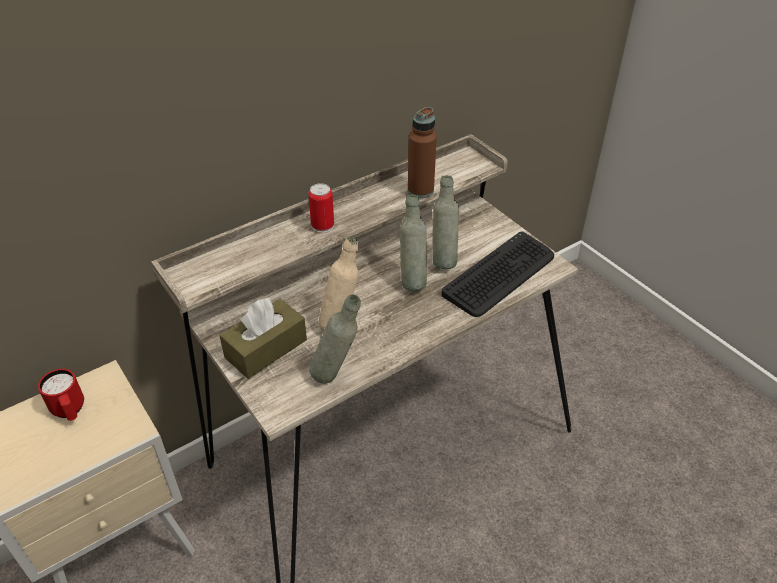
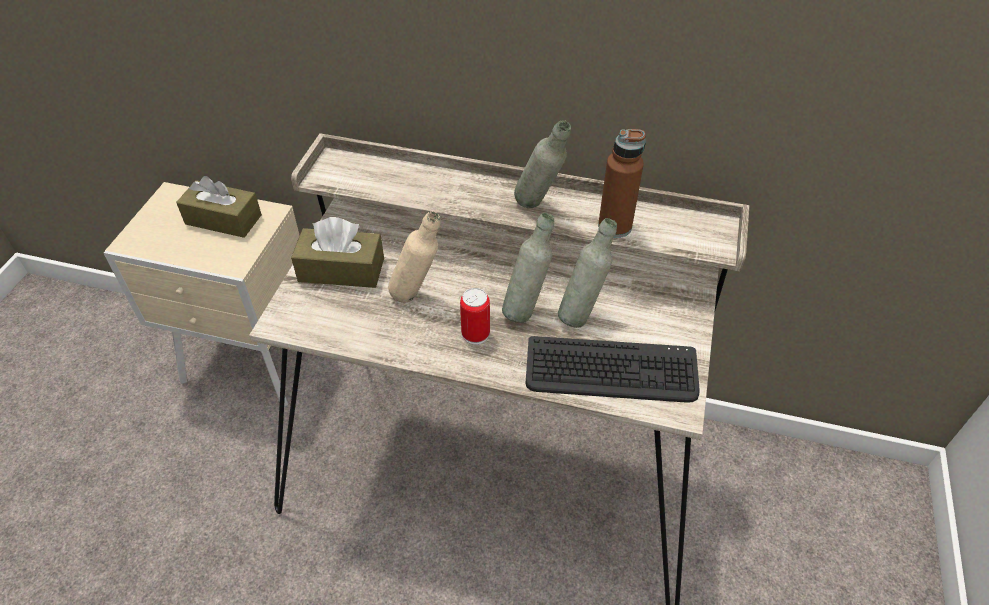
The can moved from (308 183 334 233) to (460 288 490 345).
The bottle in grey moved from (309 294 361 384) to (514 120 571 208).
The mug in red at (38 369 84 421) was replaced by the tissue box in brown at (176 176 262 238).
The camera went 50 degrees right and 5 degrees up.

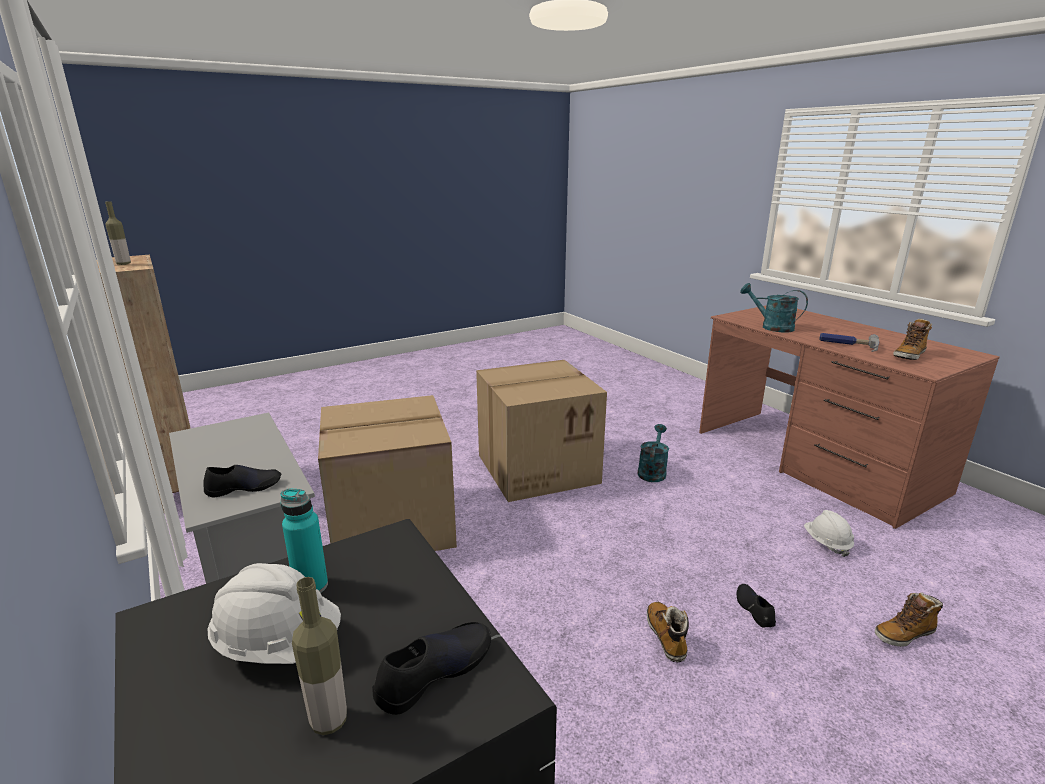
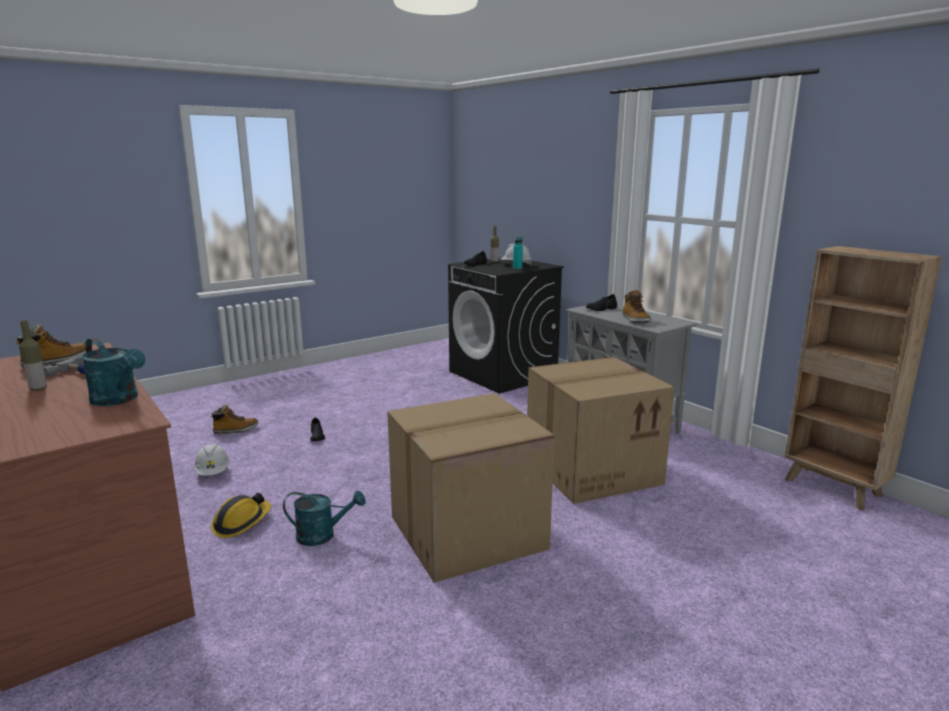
The bottle moved from (105 201 131 265) to (19 320 47 391).
The watering can in turquoise at (637 424 669 482) turned 105 degrees counterclockwise.
The boot moved from (647 602 689 663) to (622 290 651 323).
The hard hat at (211 493 271 538) appeared.
The camera went 175 degrees right and 5 degrees down.

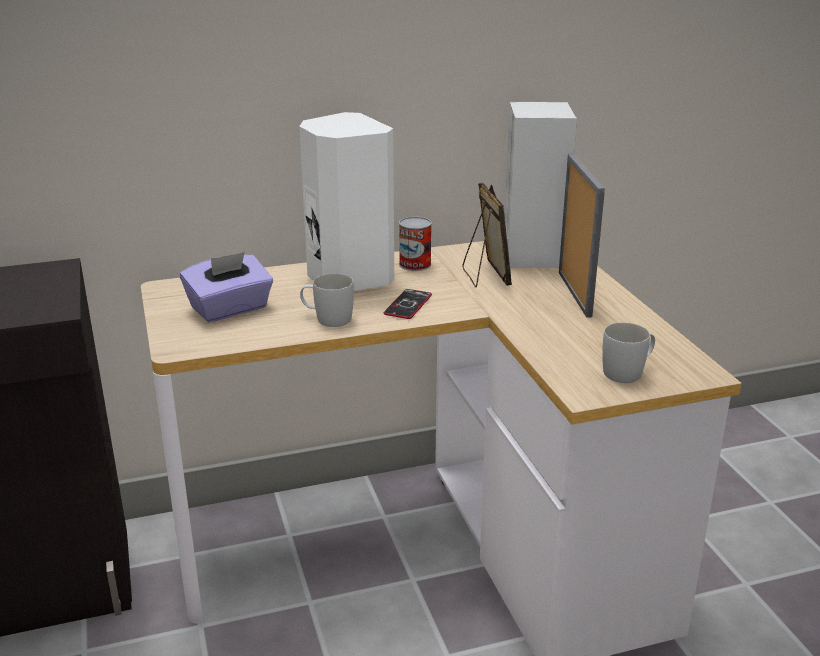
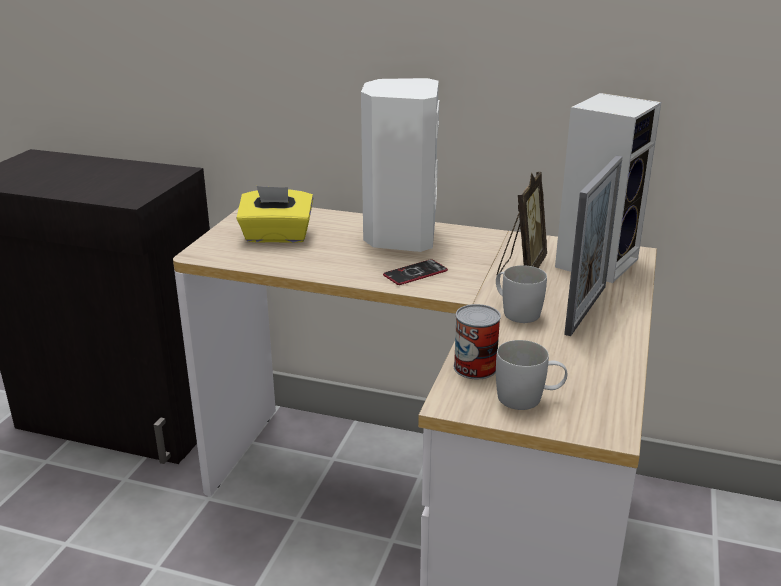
The can moved from (399 217 432 271) to (454 304 501 380).
The tissue box in purple at (180 252 273 322) became the tissue box in yellow at (236 186 313 243).
The mug in white moved from (300 273 354 327) to (496 265 547 323).
The camera went 35 degrees right and 0 degrees up.

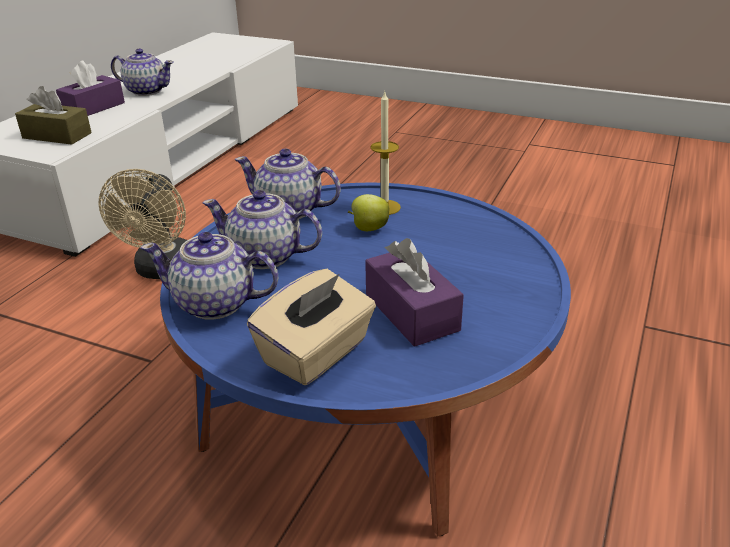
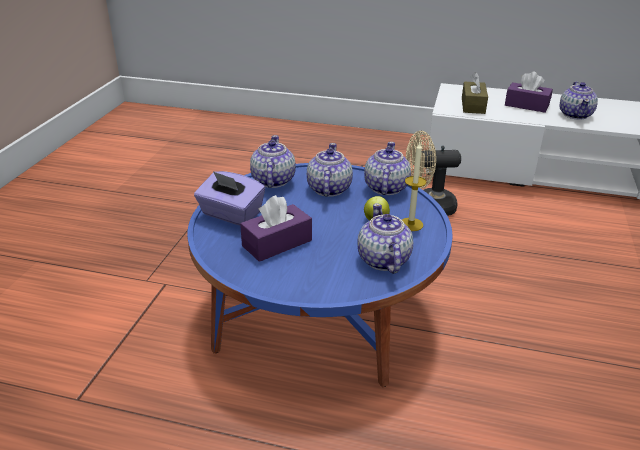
The tissue box in beige at (247 269 376 385) became the tissue box in purple at (194 171 265 225).
The teapot at (358 203 413 274) appeared.
The camera went 80 degrees right and 0 degrees up.

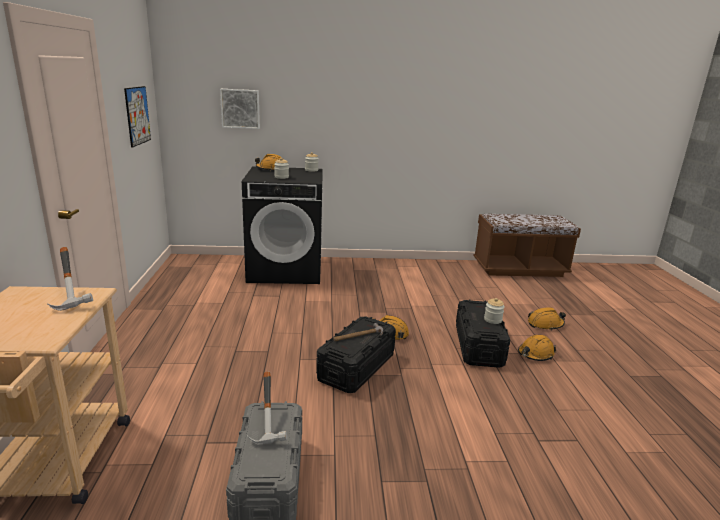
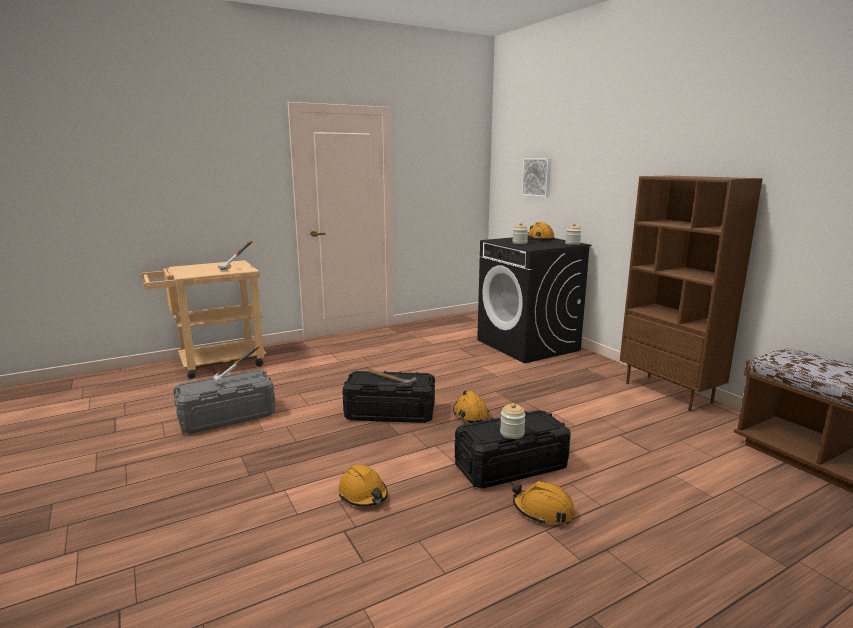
The picture at (124 86 151 148) disappeared.
The hard hat in orange moved from (528 308 566 331) to (338 465 388 507).
The bookcase in brown at (620 176 763 411) appeared.
The camera went 65 degrees right and 5 degrees down.

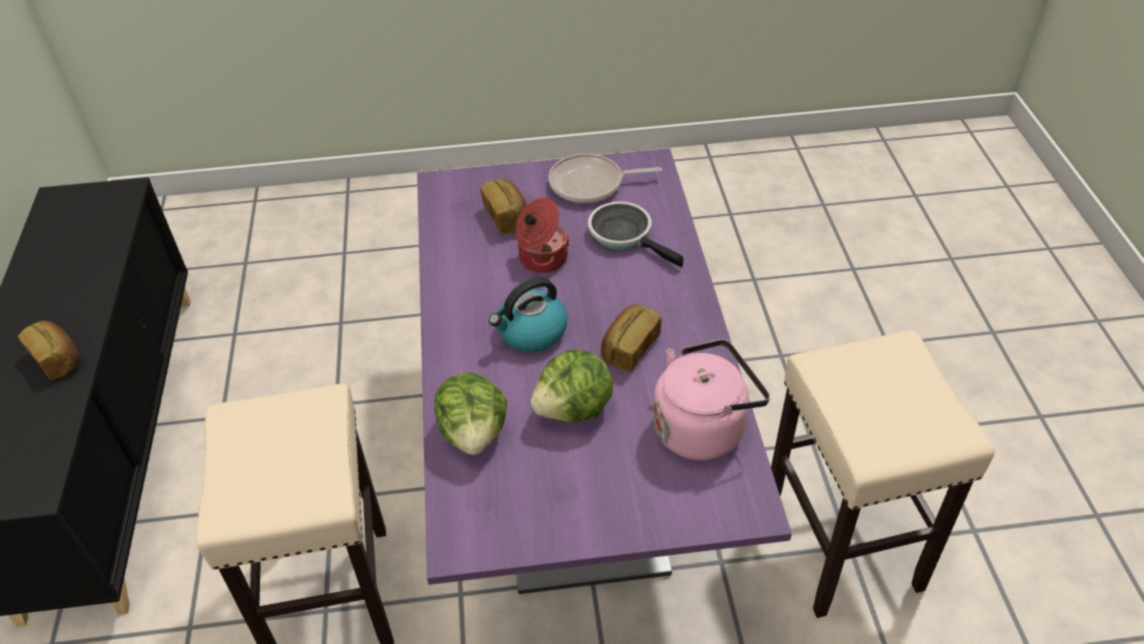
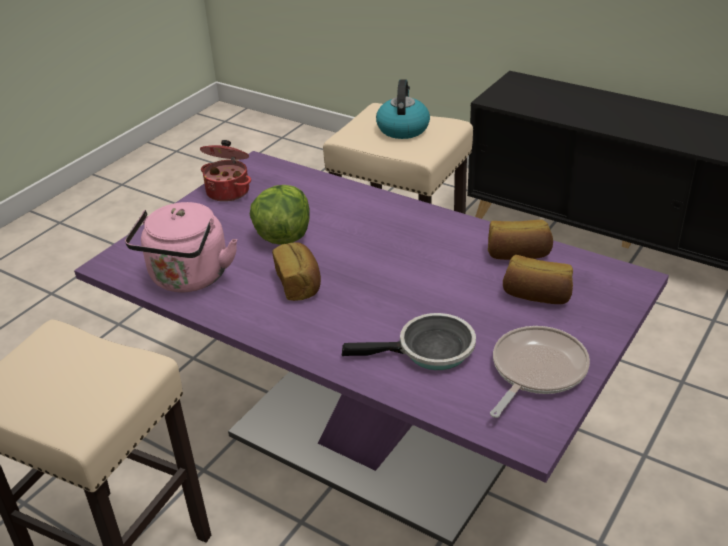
The cooking pot moved from (516 197 570 273) to (200 140 251 202).
The kettle moved from (489 277 568 352) to (376 79 430 139).
The bread moved from (18 321 79 380) to (488 220 553 260).
The lettuce at (434 373 507 455) disappeared.
The camera went 130 degrees right and 10 degrees down.

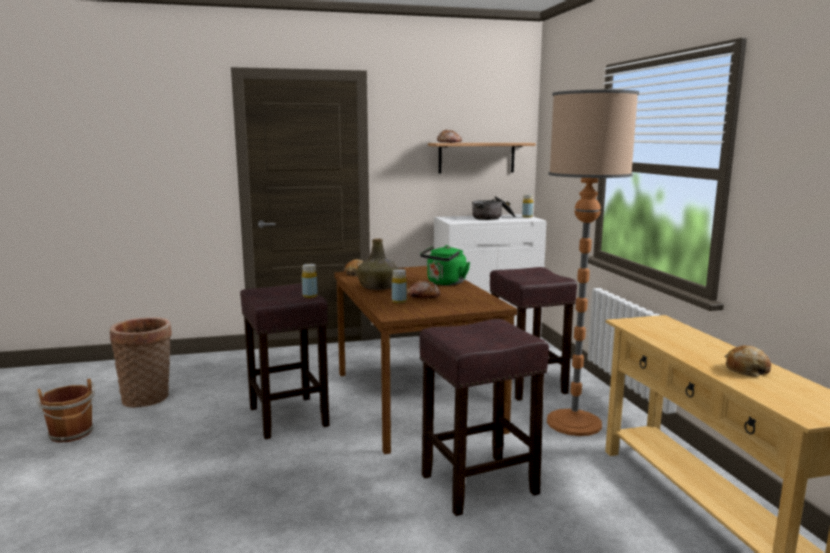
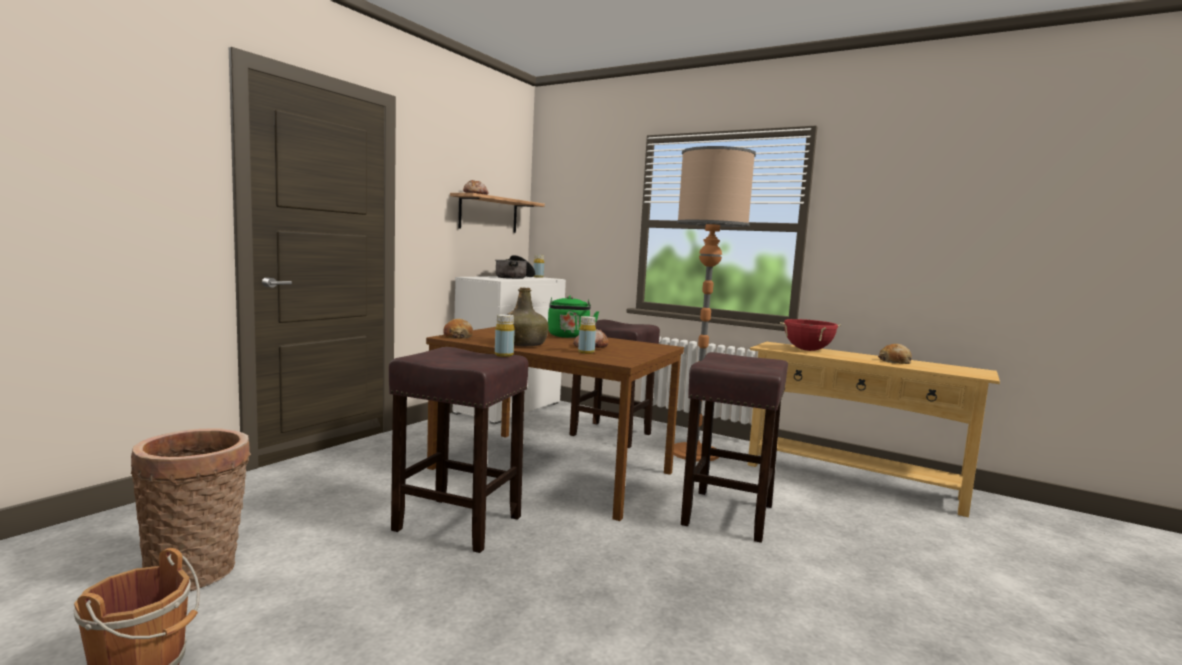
The cooking pot in red at (780 319 841 351) appeared.
The camera went 45 degrees left and 5 degrees down.

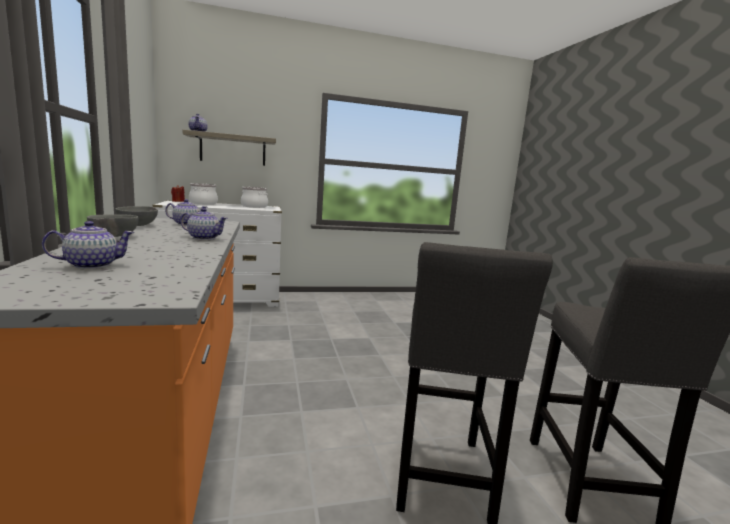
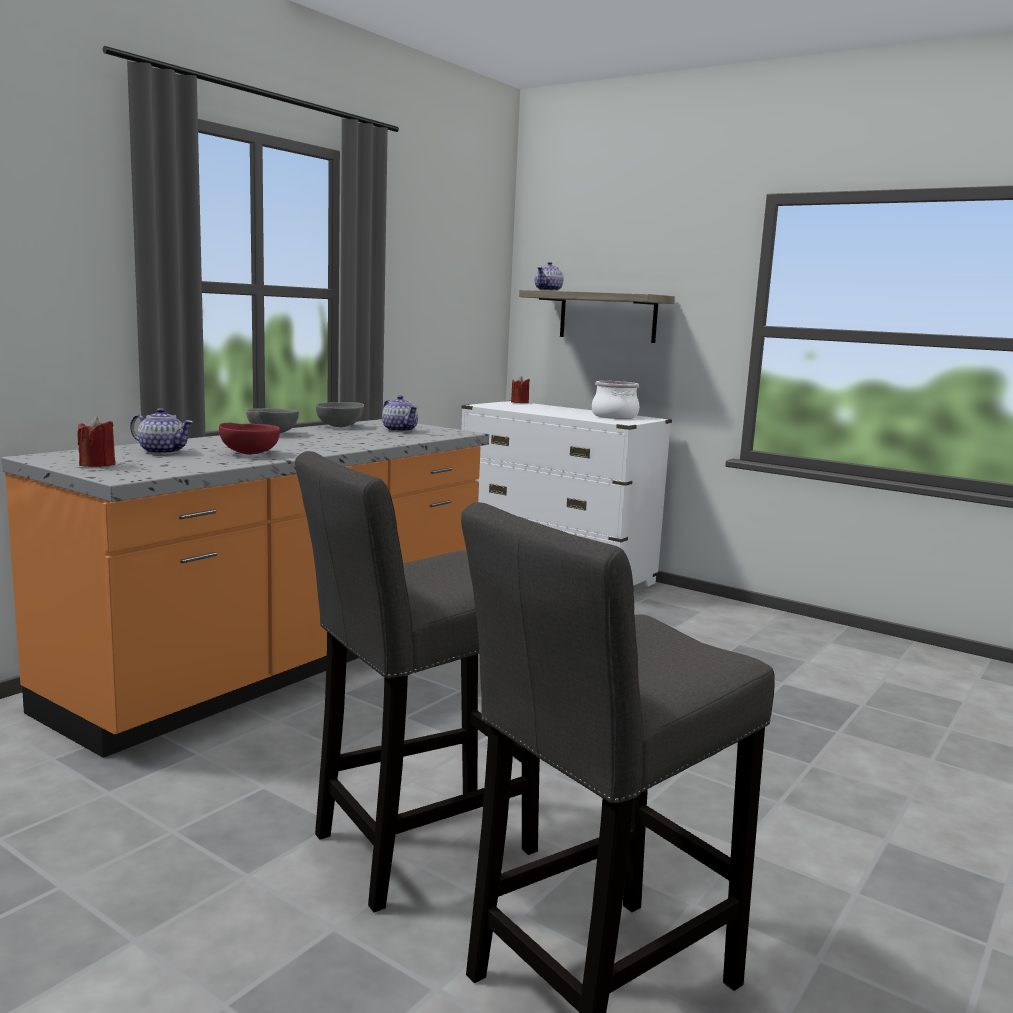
The cooking pot at (189 183 218 205) disappeared.
The teapot at (181 208 227 240) disappeared.
The candle in red at (77 417 115 467) appeared.
The bowl in red at (219 422 280 454) appeared.
The camera went 50 degrees right and 0 degrees up.

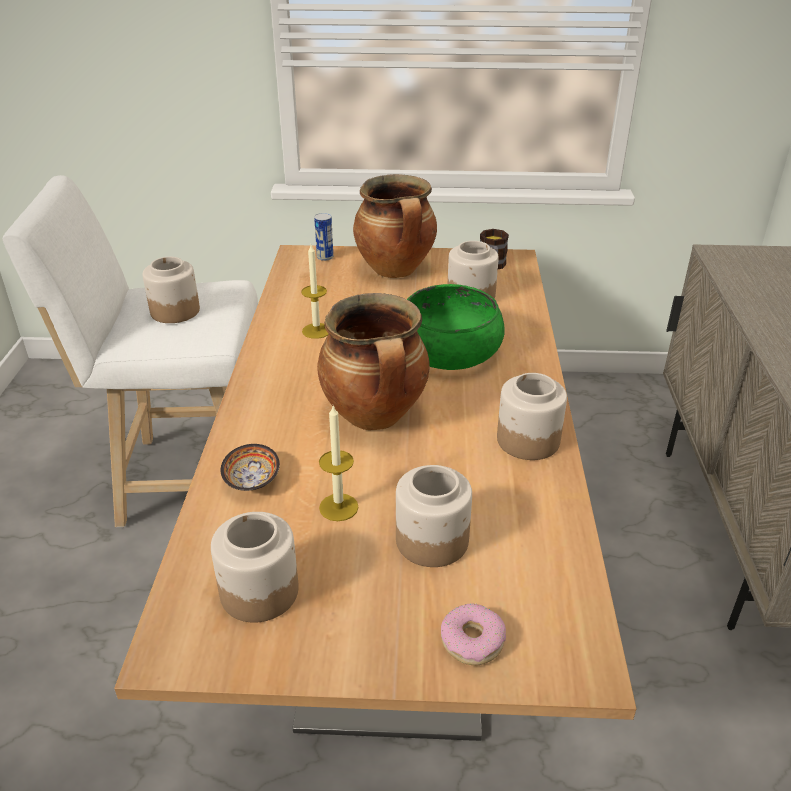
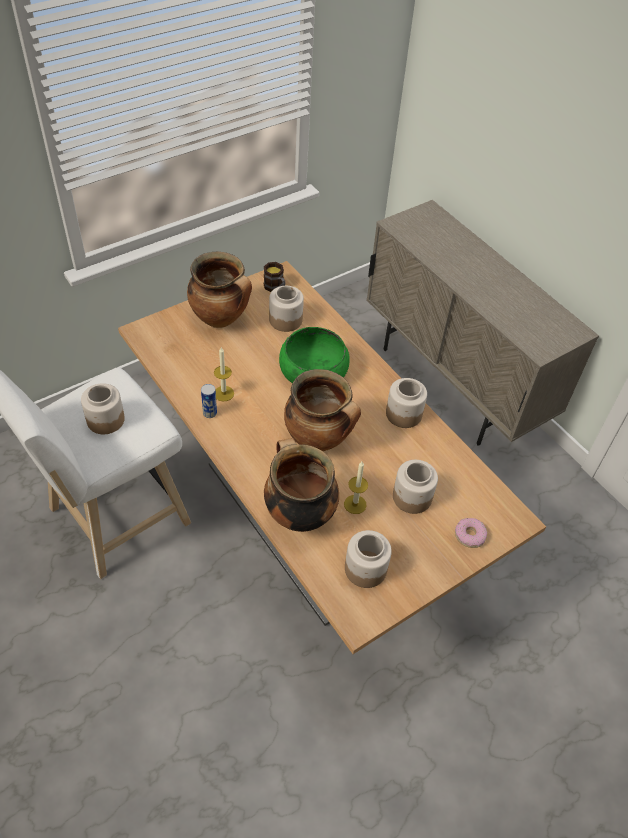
The can moved from (314 213 333 261) to (201 384 217 418).
The bowl at (220 444 280 491) was replaced by the cooking pot at (264 438 339 532).
The camera went 40 degrees left and 15 degrees up.

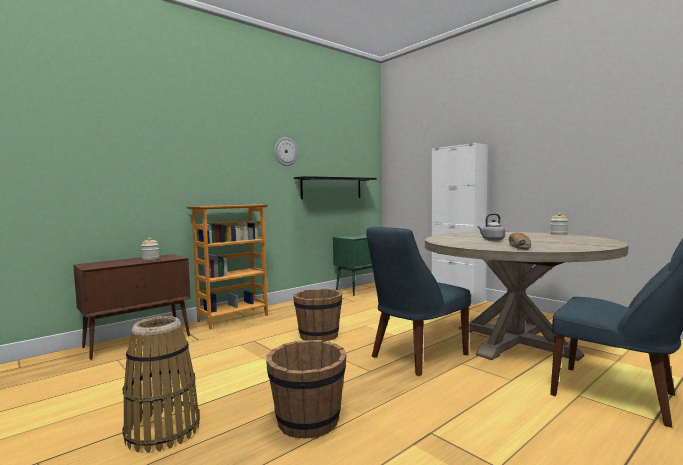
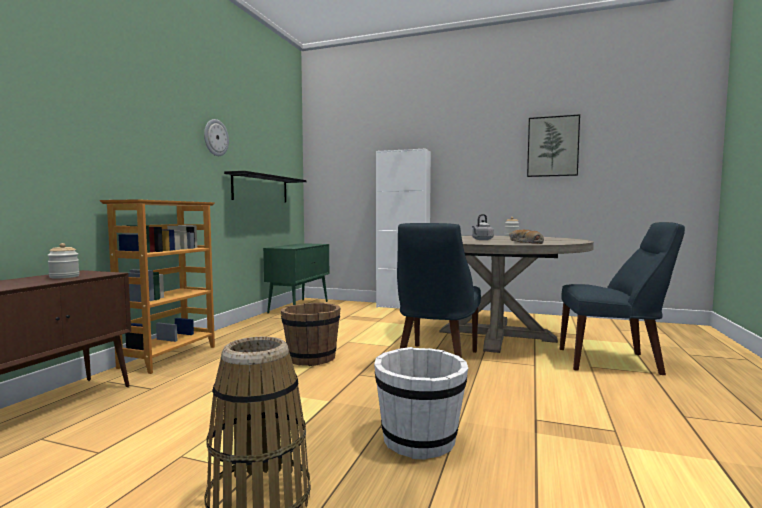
The bucket in brown at (266 340 347 439) became the bucket in white at (374 347 468 460).
The picture at (527 114 580 177) appeared.
The camera went 30 degrees left and 0 degrees up.

